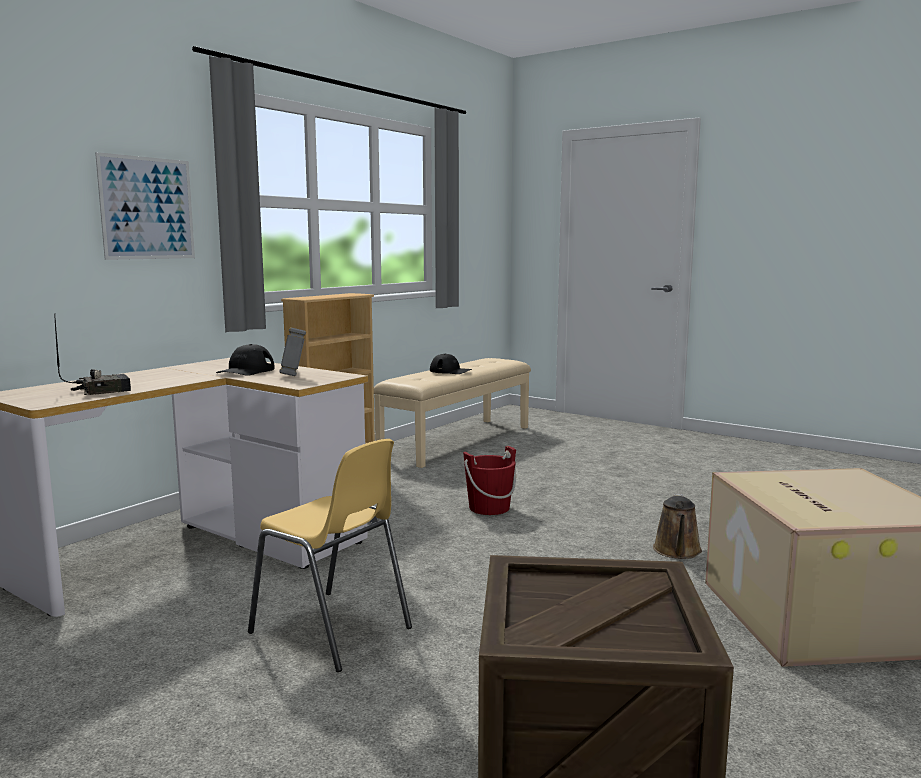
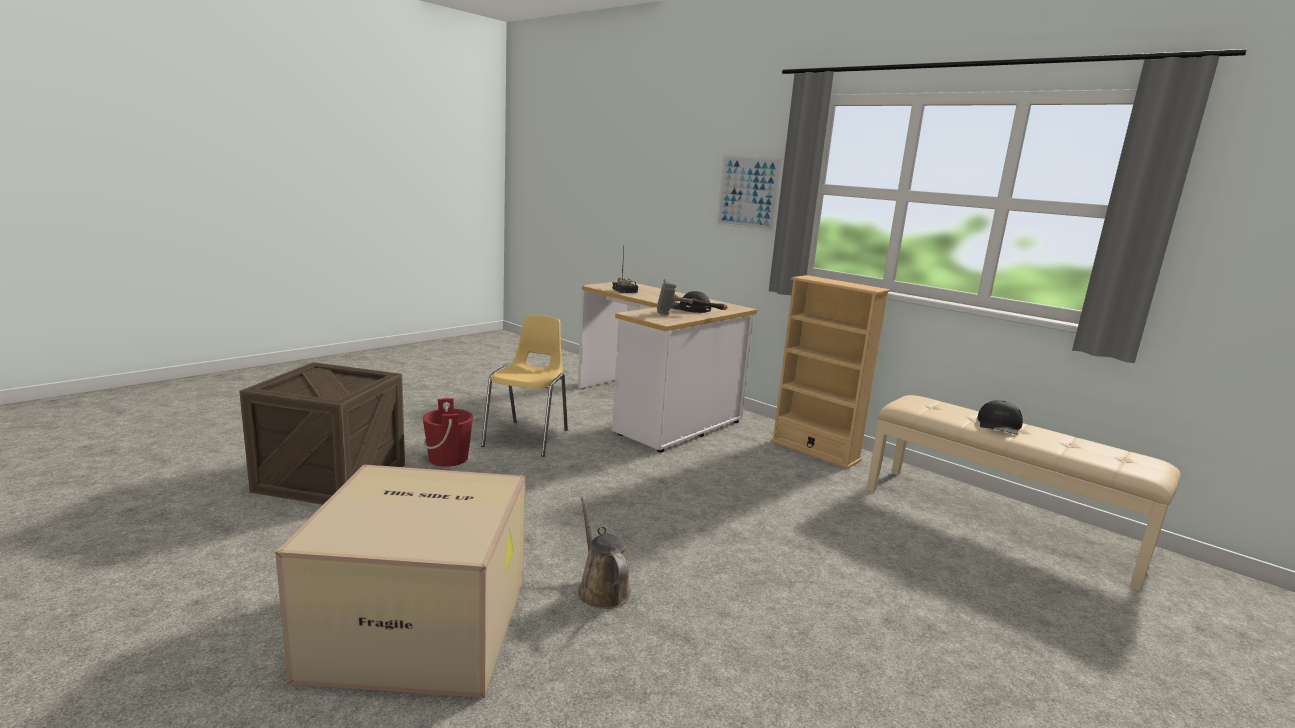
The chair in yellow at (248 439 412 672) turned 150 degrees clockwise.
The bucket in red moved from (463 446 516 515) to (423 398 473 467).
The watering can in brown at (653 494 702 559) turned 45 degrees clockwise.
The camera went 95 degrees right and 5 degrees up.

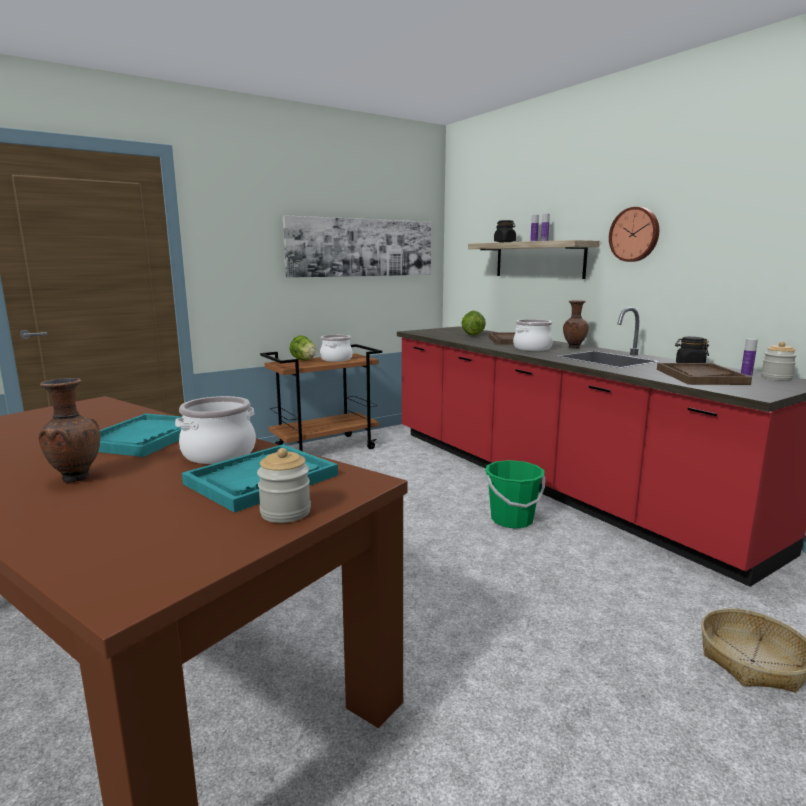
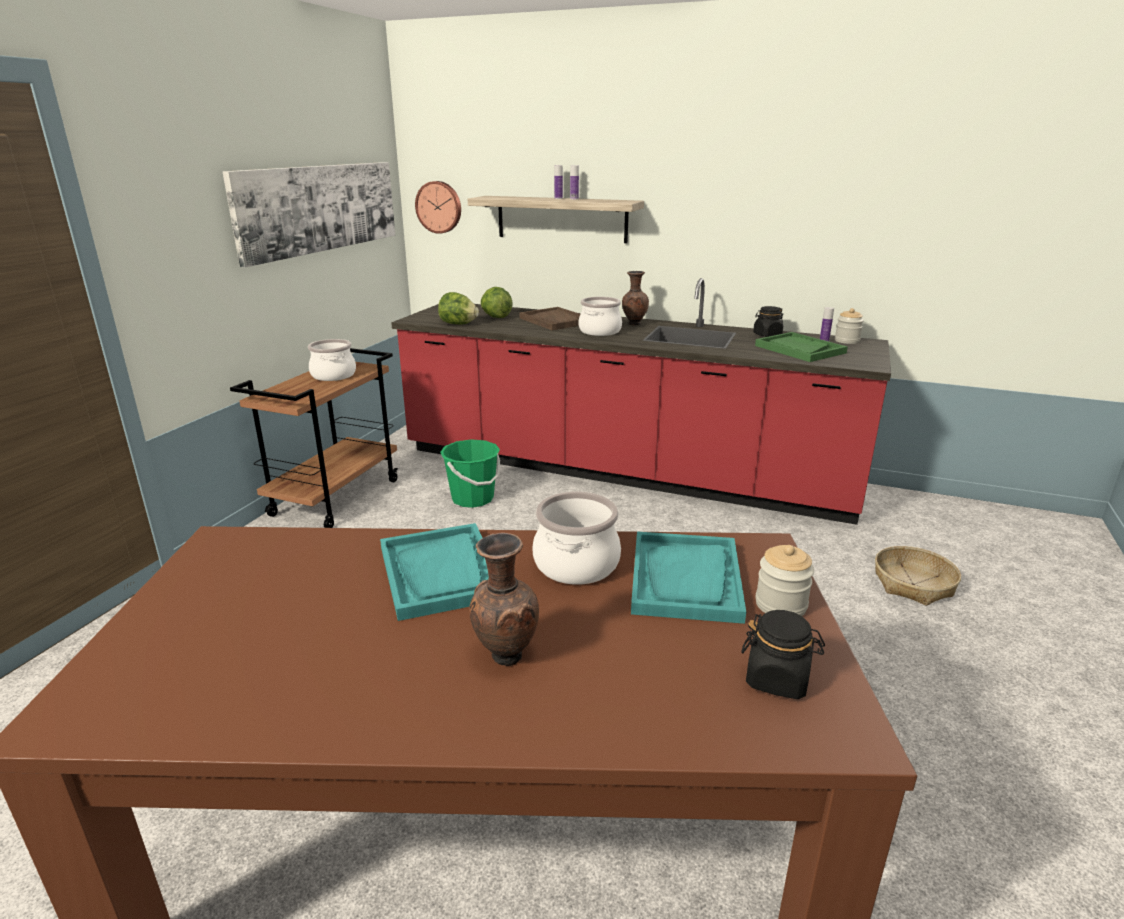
The wall clock moved from (609 207 659 262) to (415 181 461 234).
The jar in black moved from (494 220 516 243) to (741 610 825 699).
The lettuce moved from (289 335 316 361) to (438 292 479 325).
The tray in brown at (657 363 752 385) became the tray in green at (755 332 848 362).
The bucket in green moved from (485 460 545 529) to (440 439 500 508).
The camera went 35 degrees left and 10 degrees up.

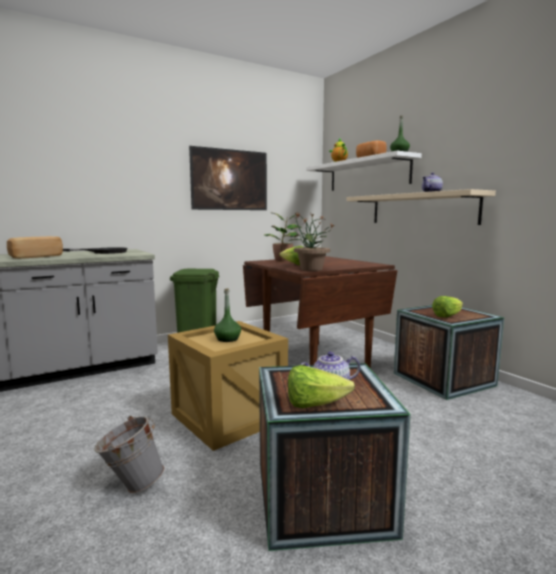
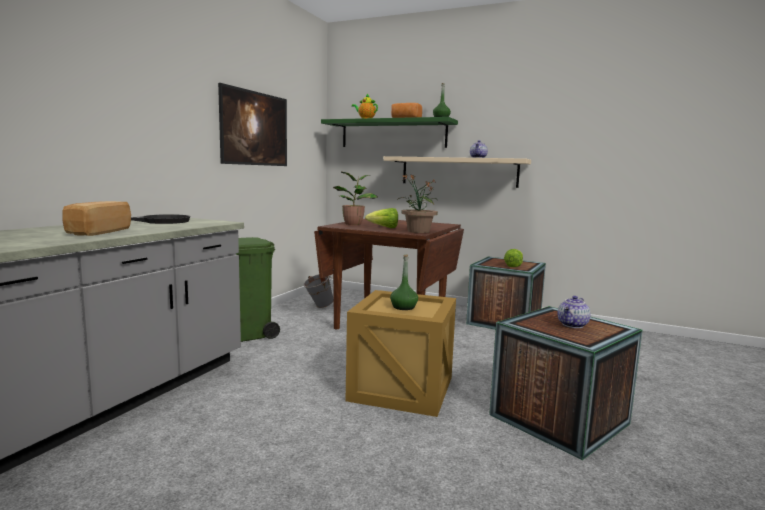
The shelf in white at (306 151 422 191) became the shelf in green at (321 117 458 148).
The lettuce at (288 365 355 408) disappeared.
The bucket in grey moved from (94 416 164 493) to (304 274 334 308).
The camera went 35 degrees left and 0 degrees up.

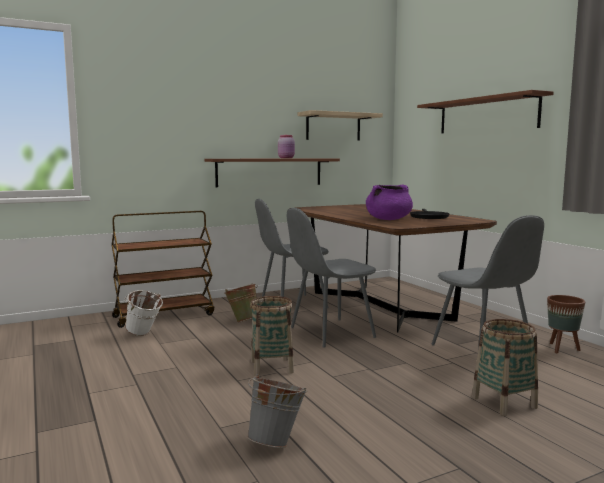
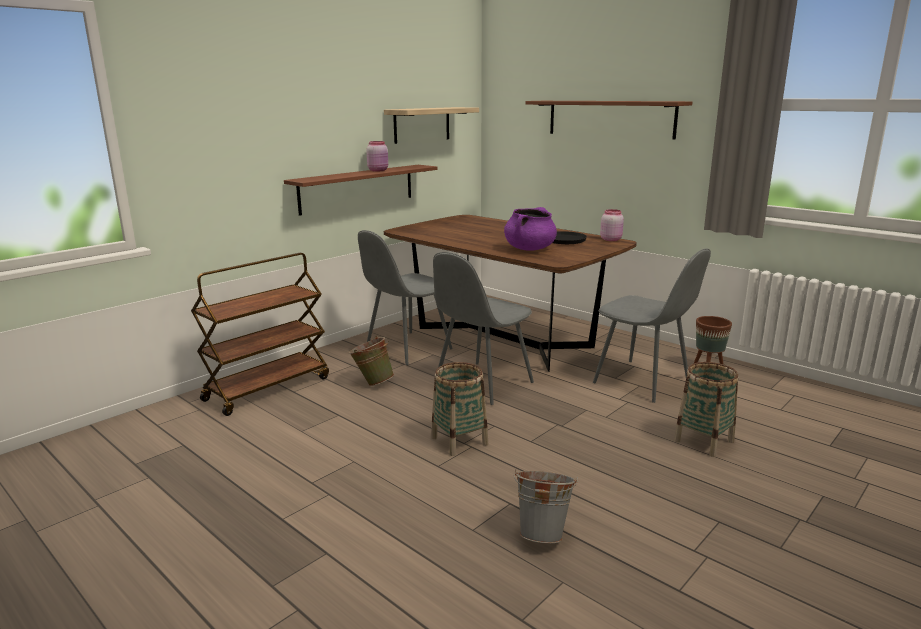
The bucket in white at (125 290 163 336) disappeared.
The jar in pink at (600 209 624 241) appeared.
The camera went 20 degrees left and 10 degrees up.

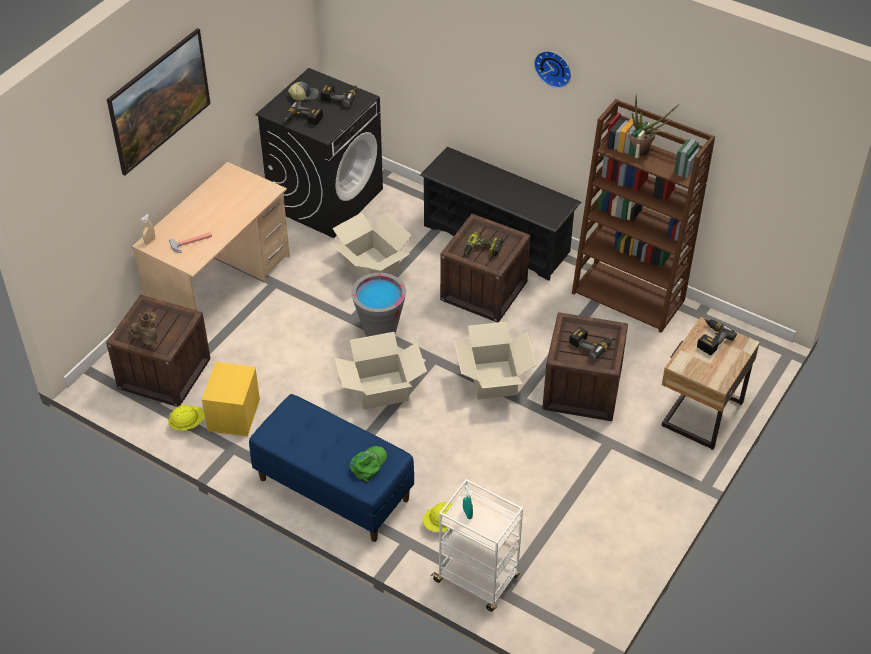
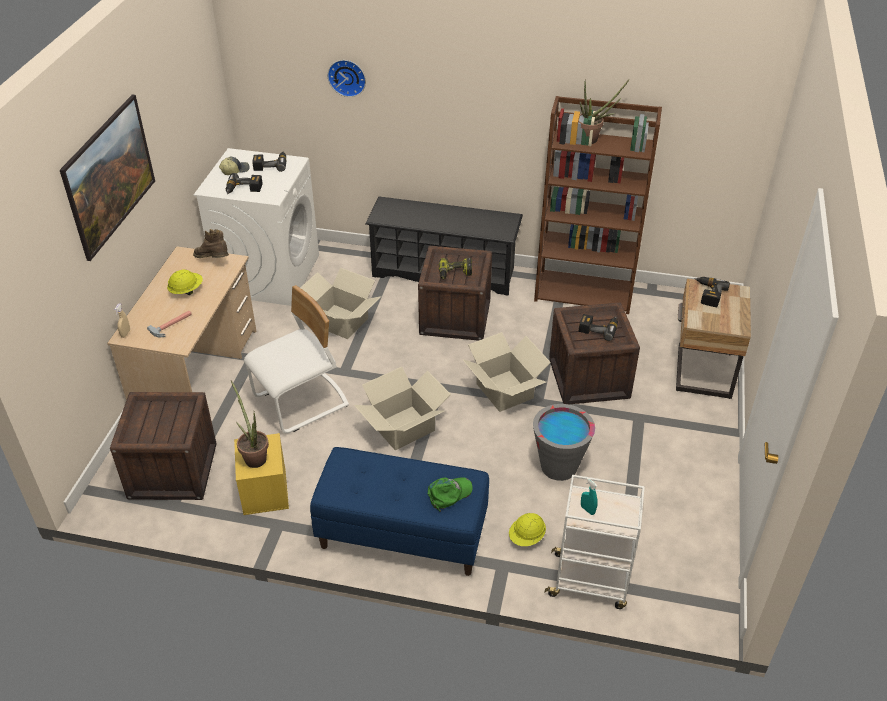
The wall clock moved from (534 51 571 88) to (328 60 366 97).
The washing machine in black at (256 68 383 238) became the washing machine in white at (194 148 319 306).
The bucket in grey moved from (351 273 406 337) to (533 404 595 481).
The boot in brown moved from (129 312 158 345) to (193 229 229 258).
The hard hat in yellow moved from (168 405 205 431) to (167 270 203 295).
The cap in green at (350 446 387 483) turned 45 degrees clockwise.
The chair in white at (244 285 349 434) appeared.
The potted plant at (231 381 269 468) appeared.
The camera went 20 degrees left and 5 degrees down.

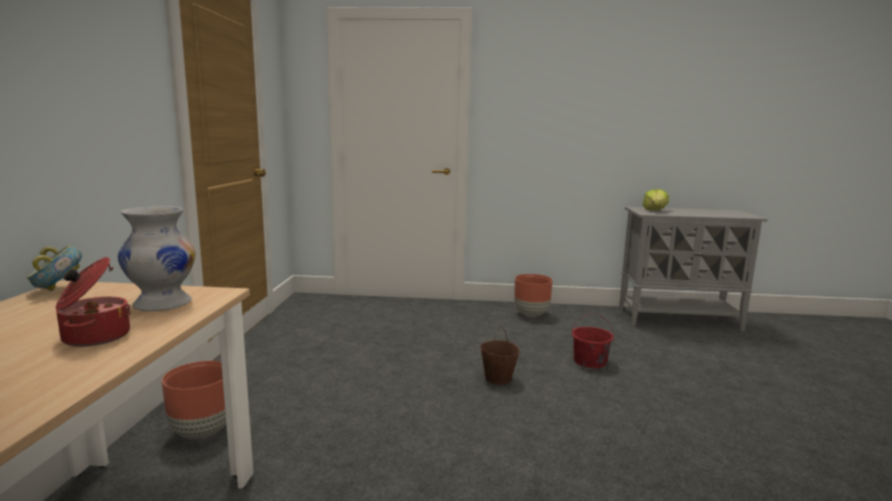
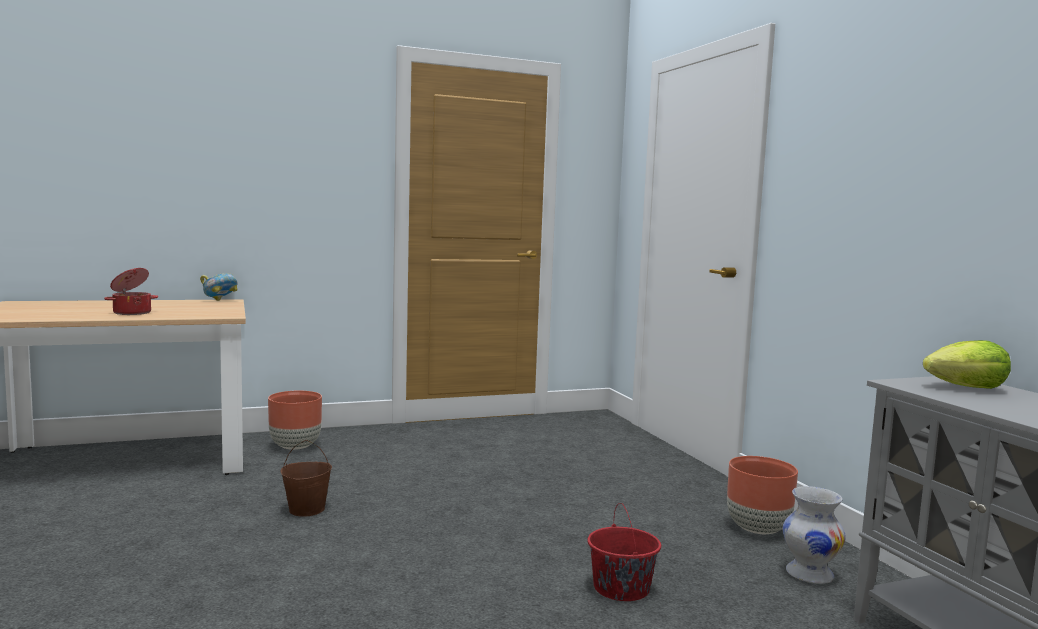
The vase in white moved from (118 206 195 311) to (783 486 846 584).
The bucket in brown moved from (480 326 520 385) to (281 440 332 517).
The camera went 65 degrees right and 5 degrees down.

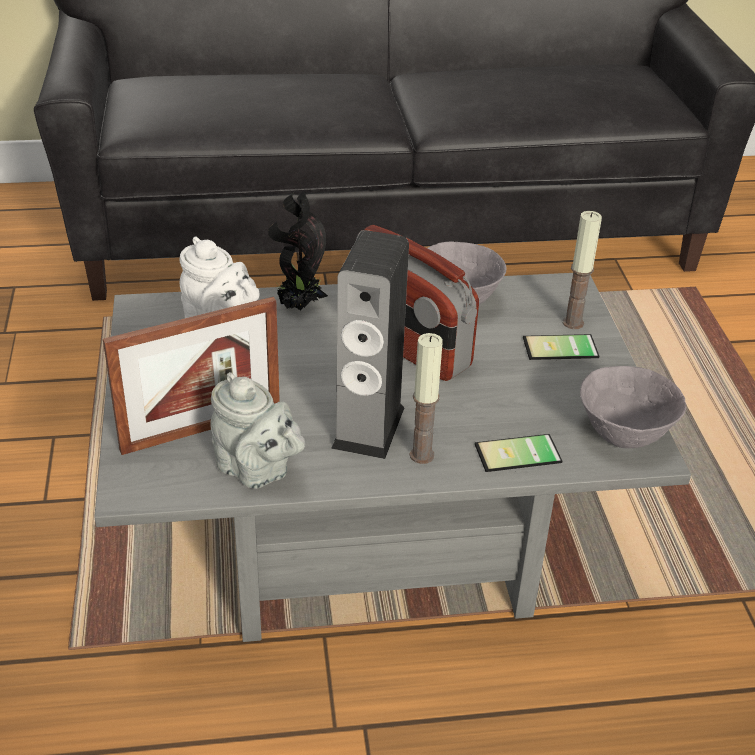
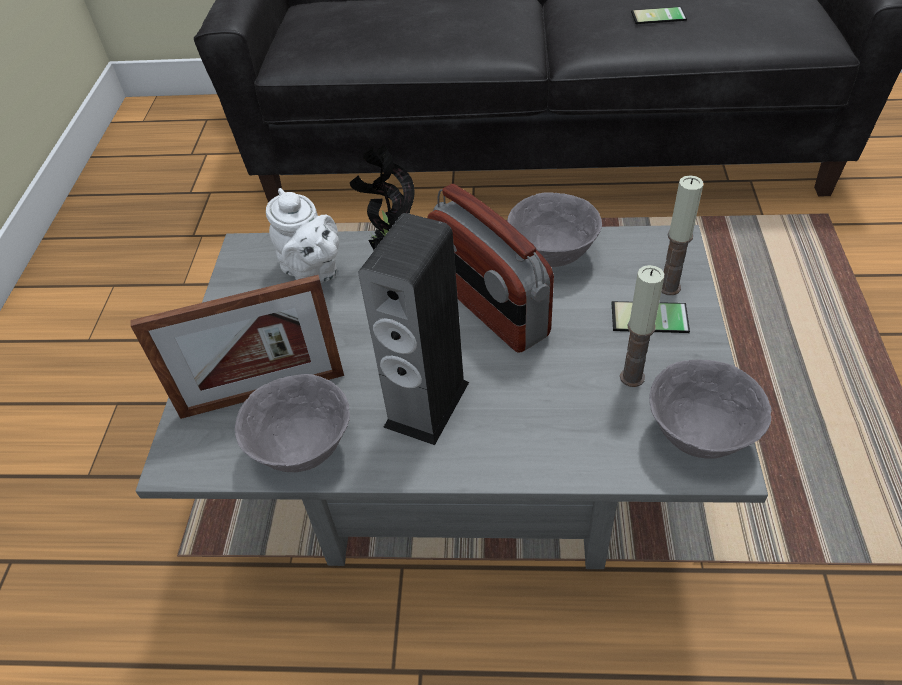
The candle moved from (410 333 443 464) to (620 265 664 387).
The teapot in grey at (210 372 305 489) was replaced by the bowl in grey at (235 374 350 472).
The phone moved from (475 434 562 472) to (631 7 687 24).
The camera went 15 degrees right and 10 degrees up.

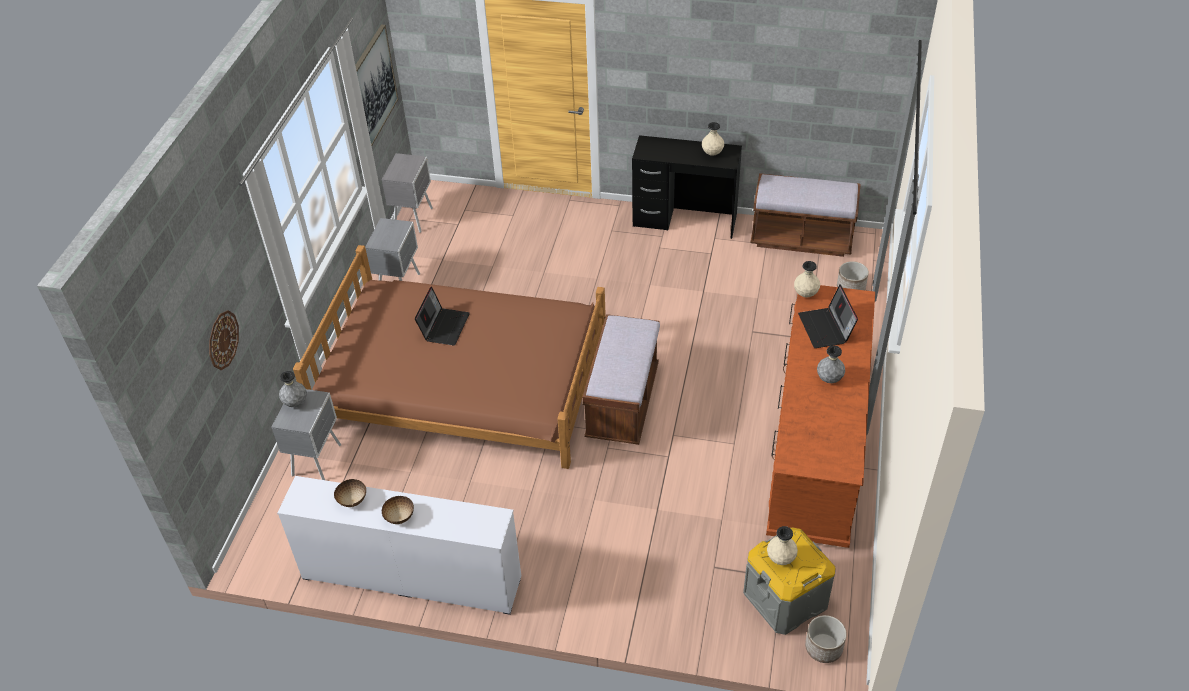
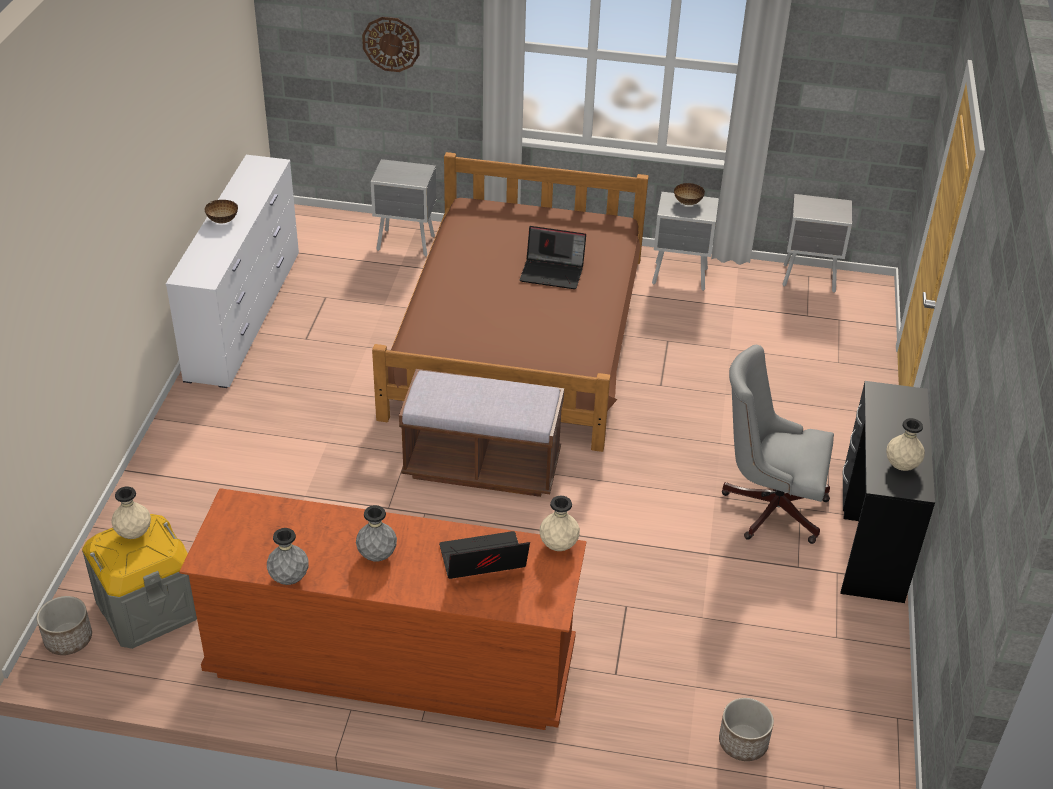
The picture at (355 25 398 146) disappeared.
The bench in brown at (750 173 861 257) disappeared.
The vase in grey moved from (279 371 307 407) to (267 528 308 585).
The bowl moved from (334 479 366 507) to (674 183 705 205).
The office chair in grey at (722 345 834 544) appeared.
The camera went 85 degrees right and 5 degrees down.

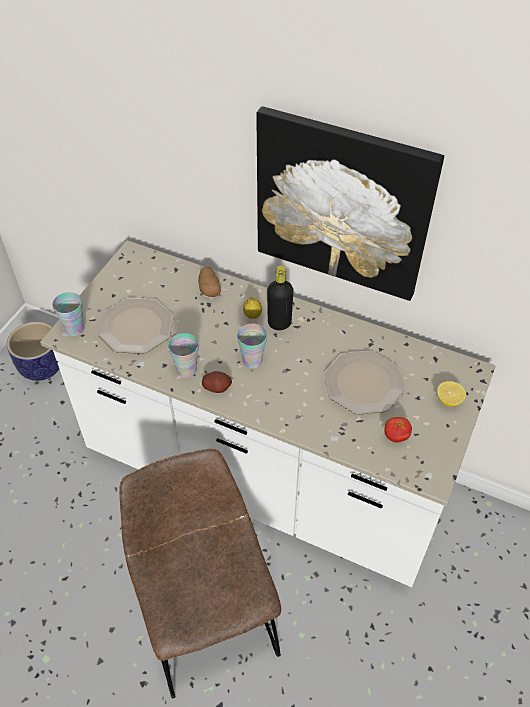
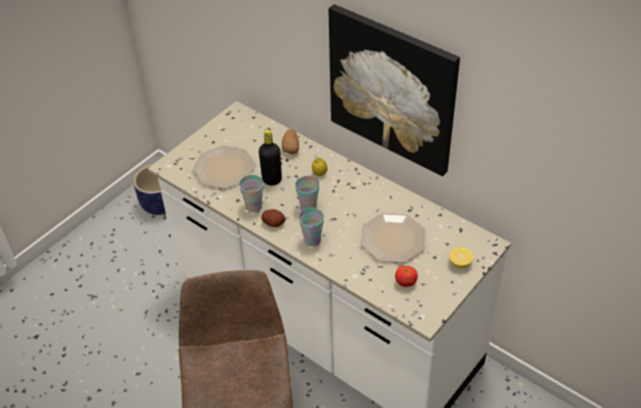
The bottle in black moved from (267 265 293 330) to (259 129 282 185).
The cup moved from (52 292 84 336) to (299 208 324 246).
The camera went 15 degrees right and 5 degrees down.

